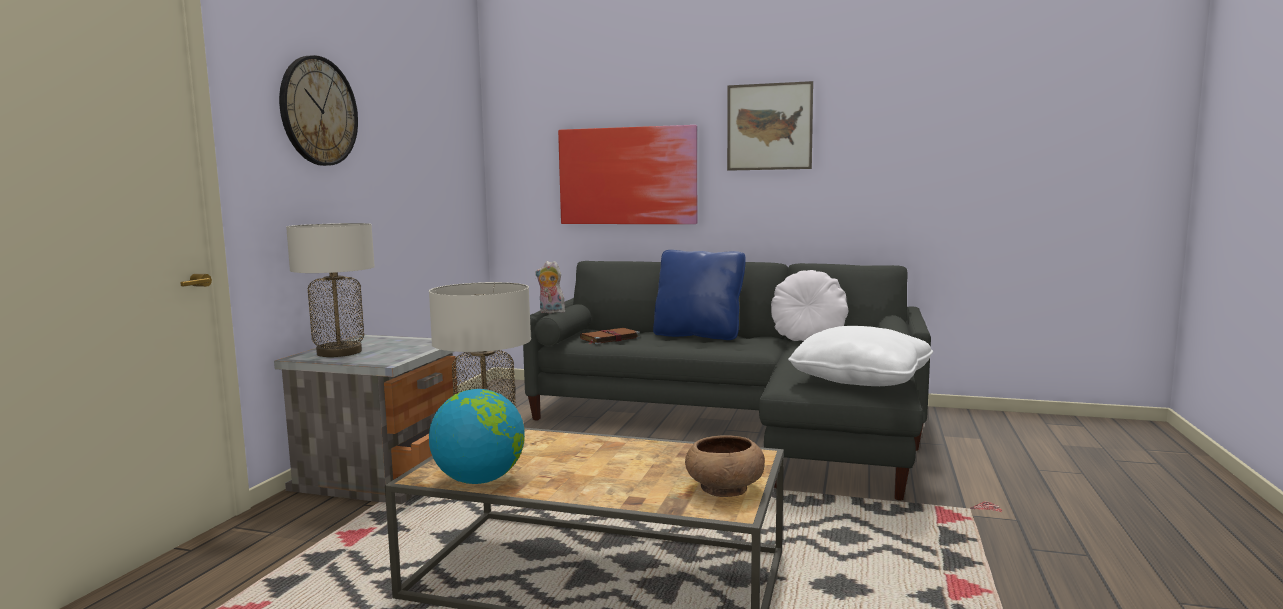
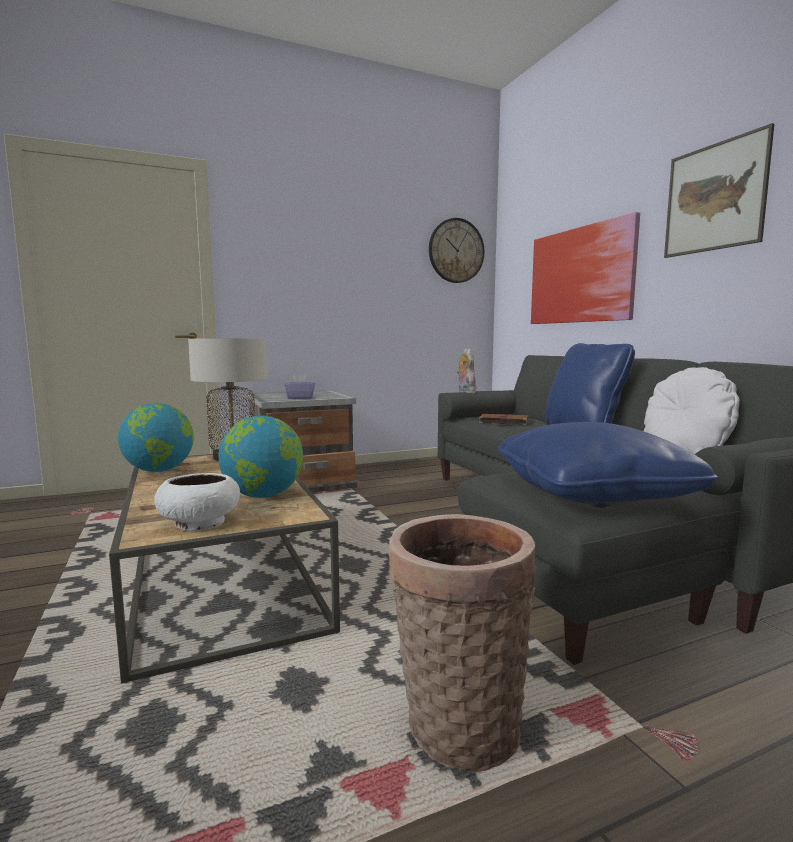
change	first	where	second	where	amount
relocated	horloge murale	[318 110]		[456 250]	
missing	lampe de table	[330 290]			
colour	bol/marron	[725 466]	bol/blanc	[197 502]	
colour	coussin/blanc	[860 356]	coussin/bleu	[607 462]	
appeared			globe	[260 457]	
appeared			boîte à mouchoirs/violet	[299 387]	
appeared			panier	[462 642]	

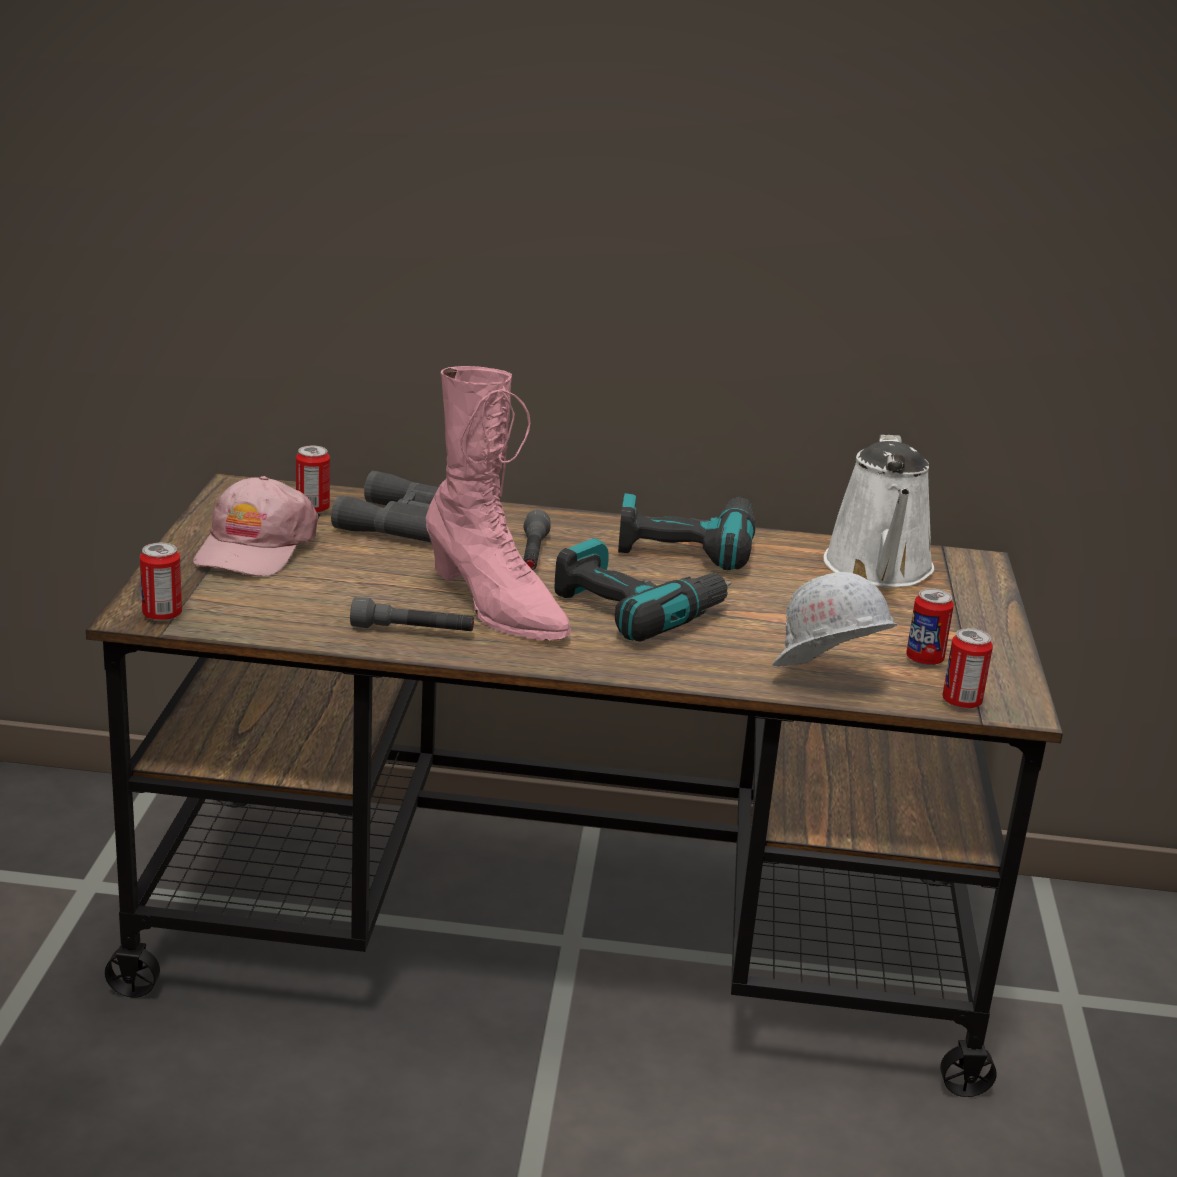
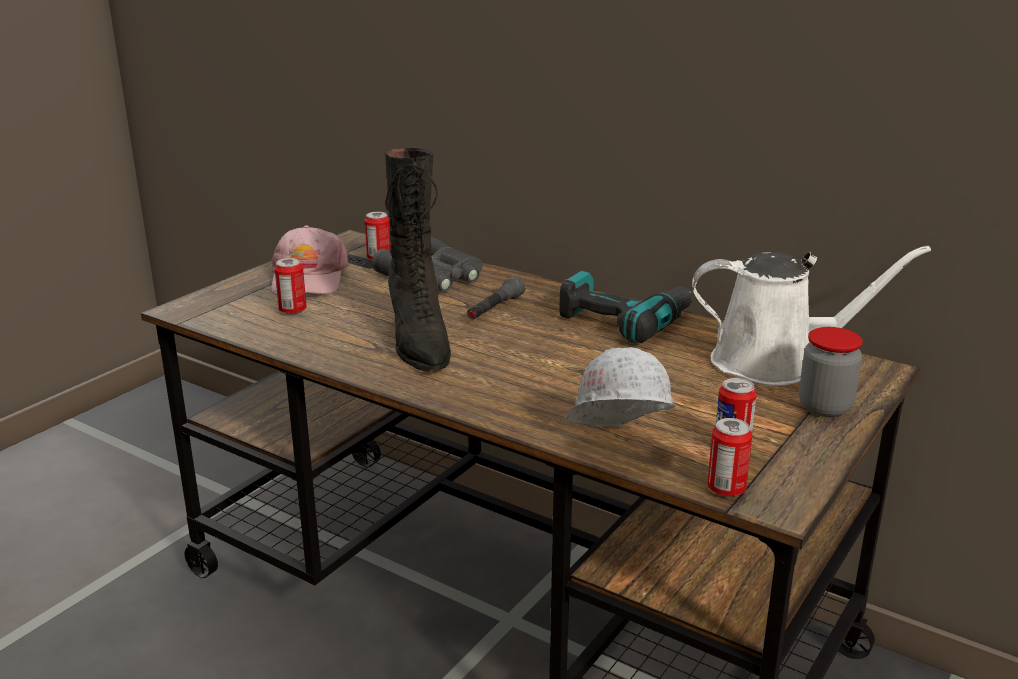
change	first	where	second	where	amount
relocated	boîte métallique	[161 582]		[291 286]	
spun	casquette/rose	[255 526]		[310 259]	45 degrees counterclockwise
missing	lampe de poche/gris	[412 614]			
colour	botte/rose	[498 503]	botte/noir	[418 260]	
missing	perceuse	[642 590]			
spun	arrosoir/blanc	[878 511]		[811 316]	120 degrees counterclockwise
appeared			bocal	[831 372]	

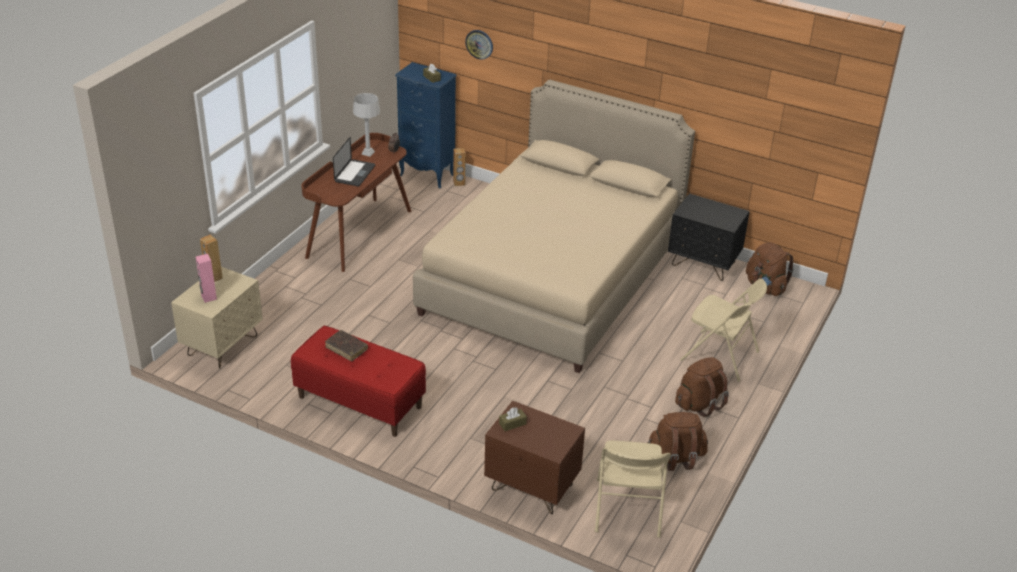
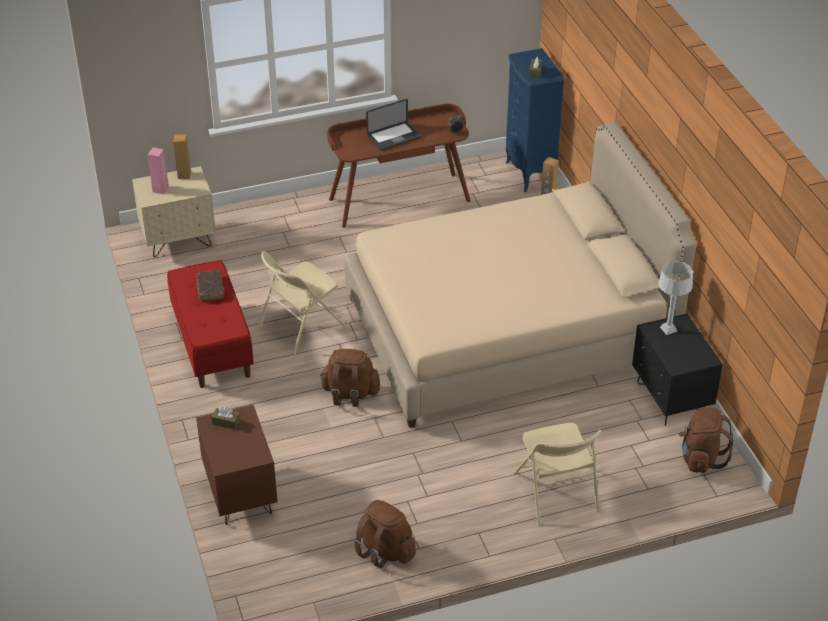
change	first	where	second	where	amount
relocated	lampe de table/gris	[366 125]		[675 298]	
missing	horloge murale	[479 45]			
relocated	chaise/beige	[633 489]		[302 303]	
relocated	sac à dos/marron	[702 387]		[350 378]	

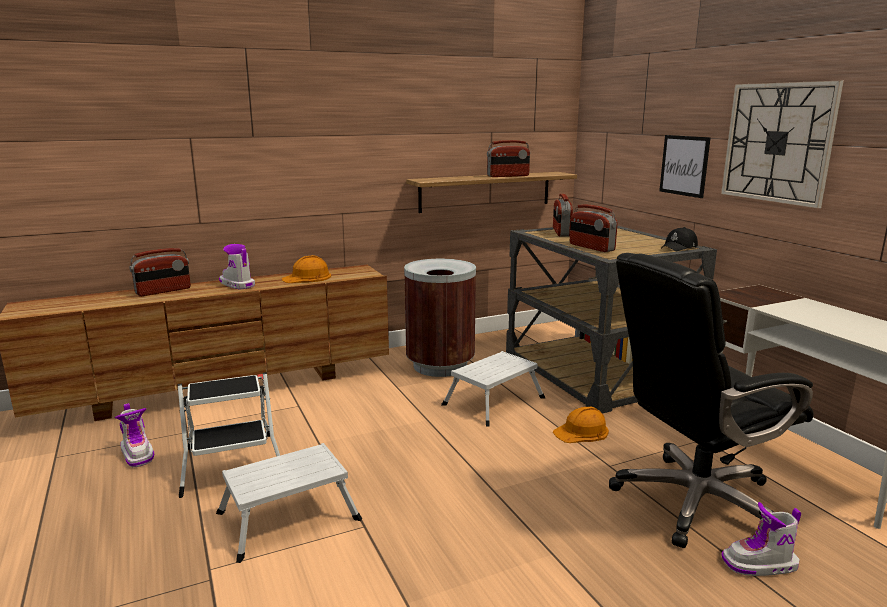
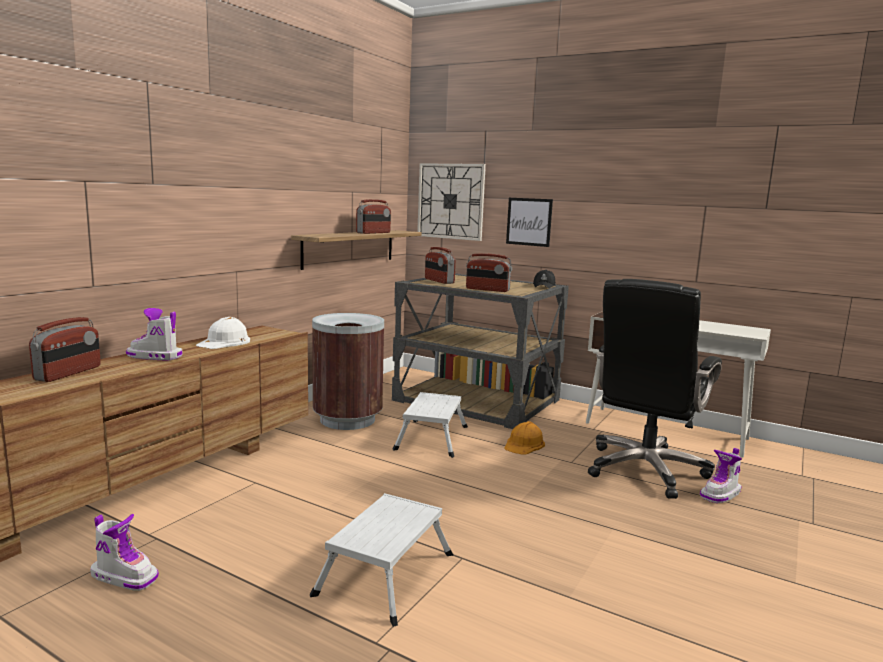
change	first	where	second	where	amount
missing	escabeau	[229 435]			
colour	casque de chantier/orange	[306 269]	casque de chantier/blanc	[223 333]	
relocated	horloge murale	[782 144]		[451 202]	

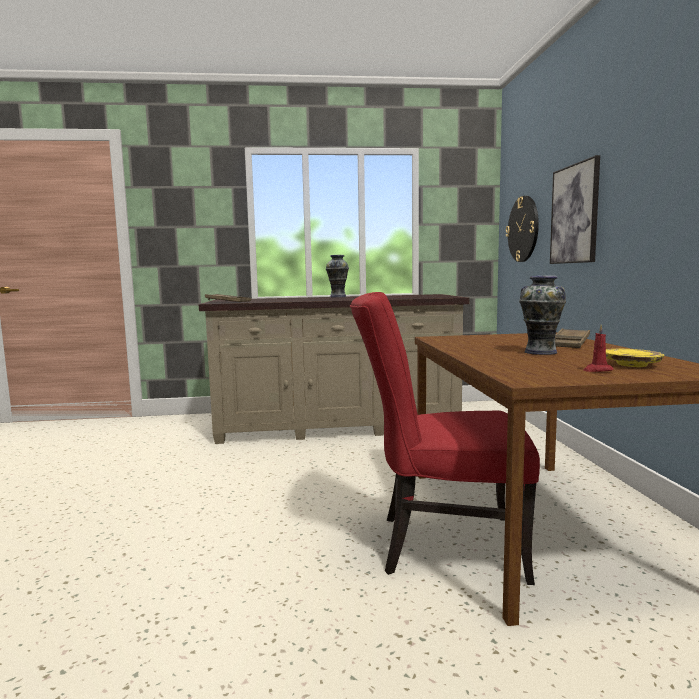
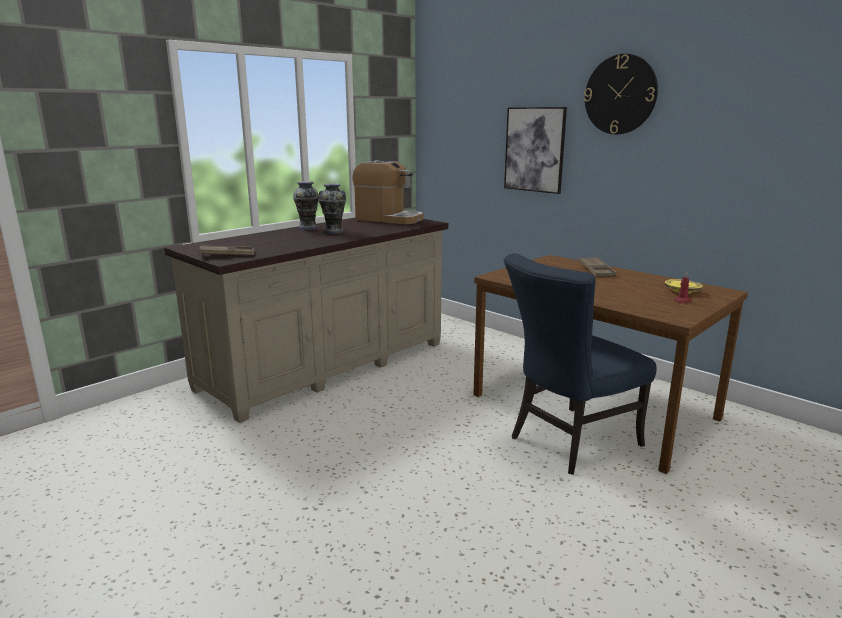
change	first	where	second	where	amount
colour	chaise/rouge	[445 438]	chaise/bleu	[580 364]	
relocated	horloge murale	[522 229]		[621 94]	
relocated	vase	[542 315]		[332 208]	
appeared			machine à café	[387 192]	

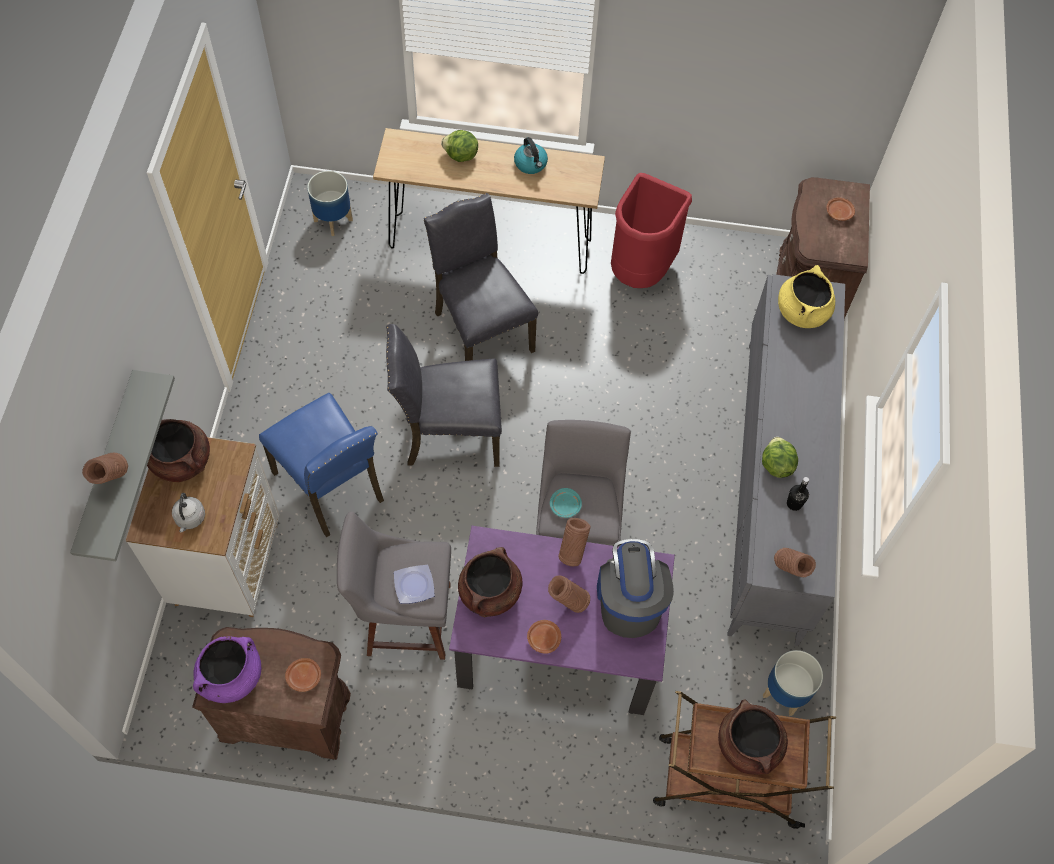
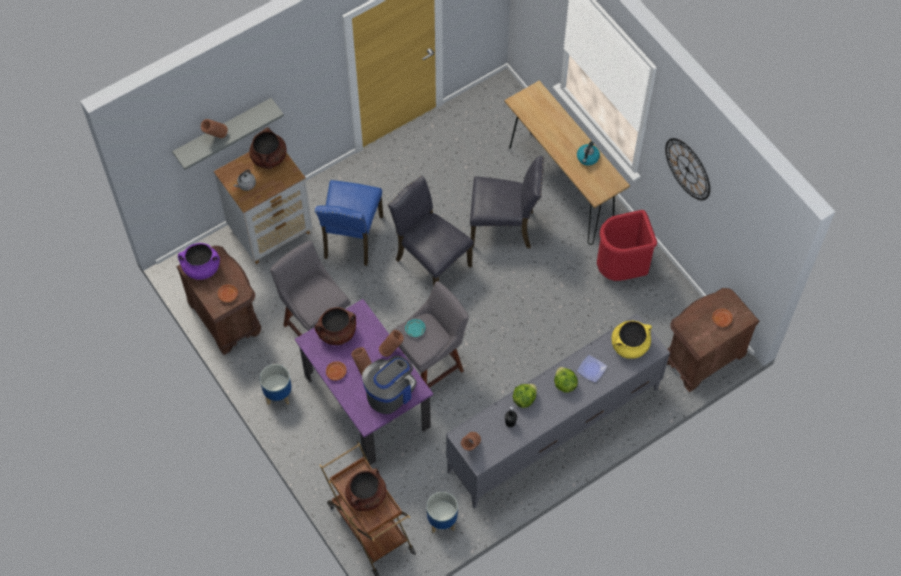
change	first	where	second	where	amount
relocated	cache-pot	[330 203]		[276 384]	
relocated	assiette	[414 584]		[592 368]	
spun	chaise/gris	[481 277]		[507 202]	75 degrees clockwise
relocated	laitue	[459 146]		[566 380]	
appeared			horloge murale	[687 169]	

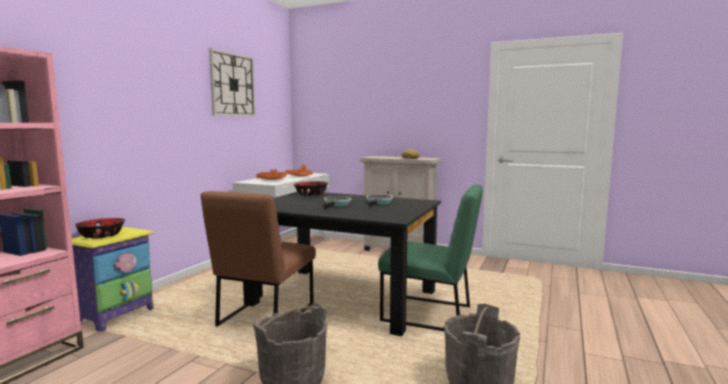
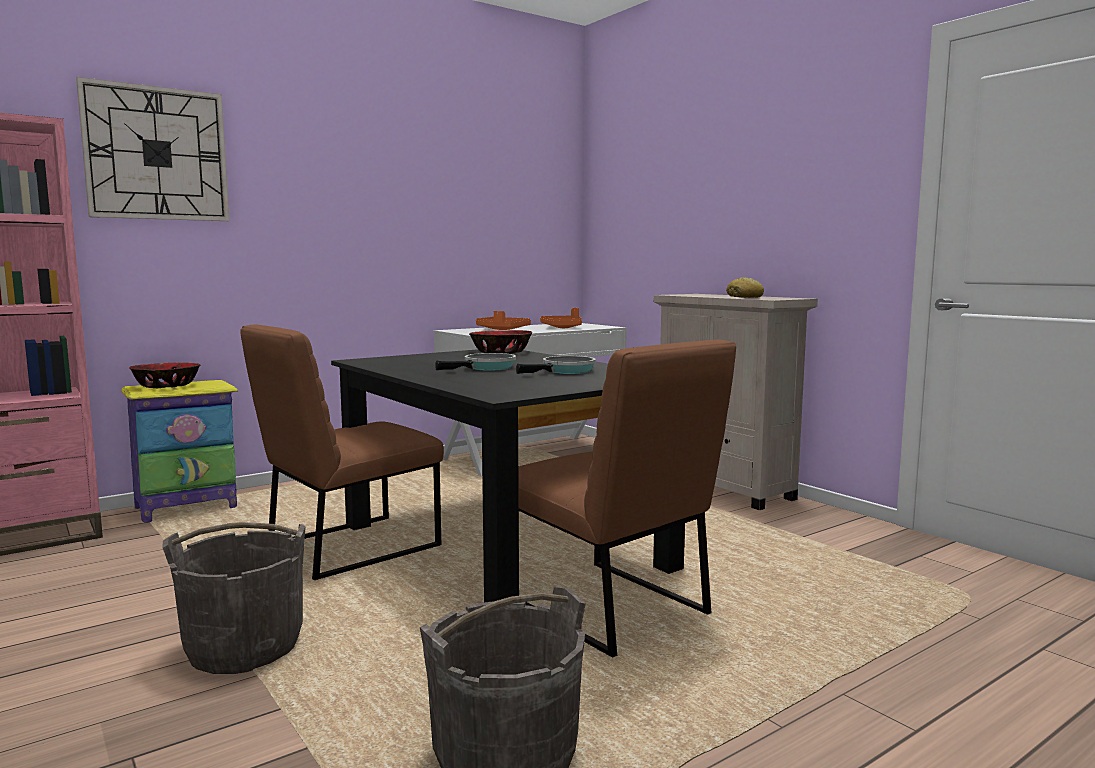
change	first	where	second	where	amount
relocated	horloge murale	[232 82]		[153 149]	
colour	chaise/vert	[430 257]	chaise/marron	[627 499]	

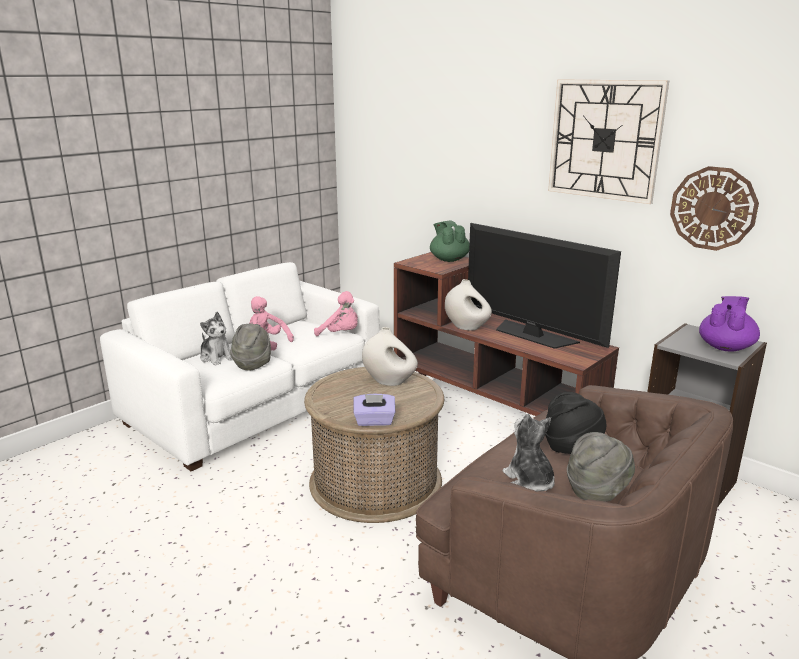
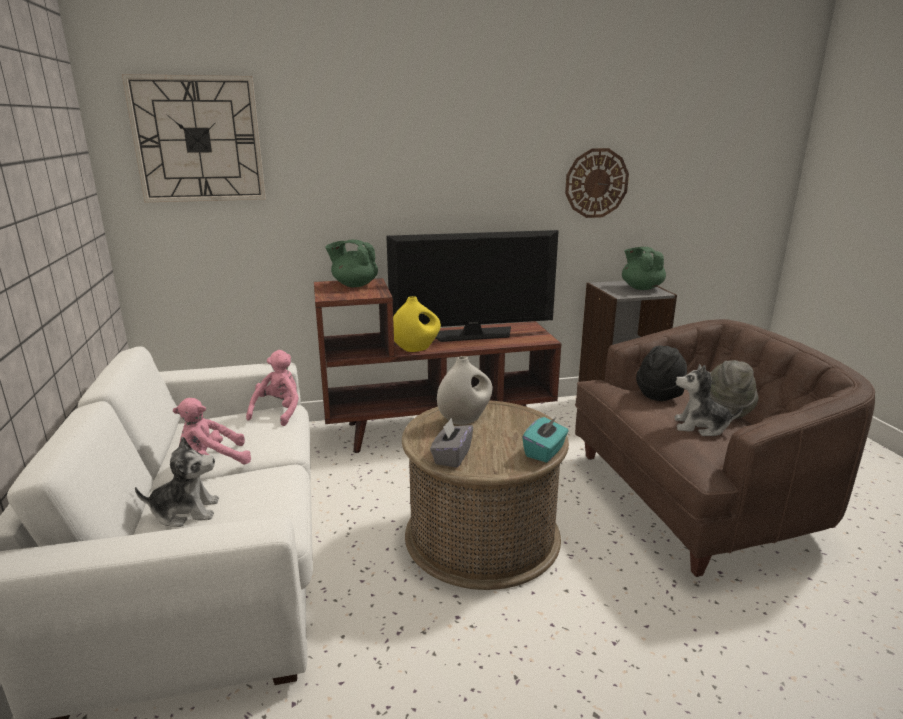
change	first	where	second	where	amount
missing	chapeau/gris	[250 346]			
spun	peluche/rose	[336 313]		[272 388]	45 degrees counterclockwise
colour	boîte à mouchoirs/violet	[374 410]	boîte à mouchoirs/turquoise	[545 440]	
colour	vase/blanc	[468 305]	vase/jaune	[417 324]	
relocated	horloge murale	[608 141]		[194 138]	
colour	théière/violet	[729 323]	théière/vert	[644 268]	
appeared			boîte à mouchoirs/gris	[451 443]	

